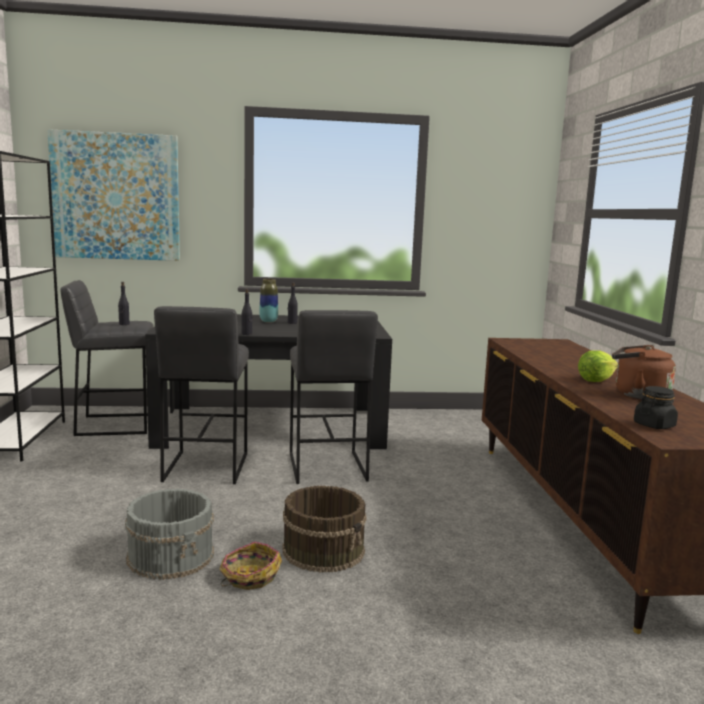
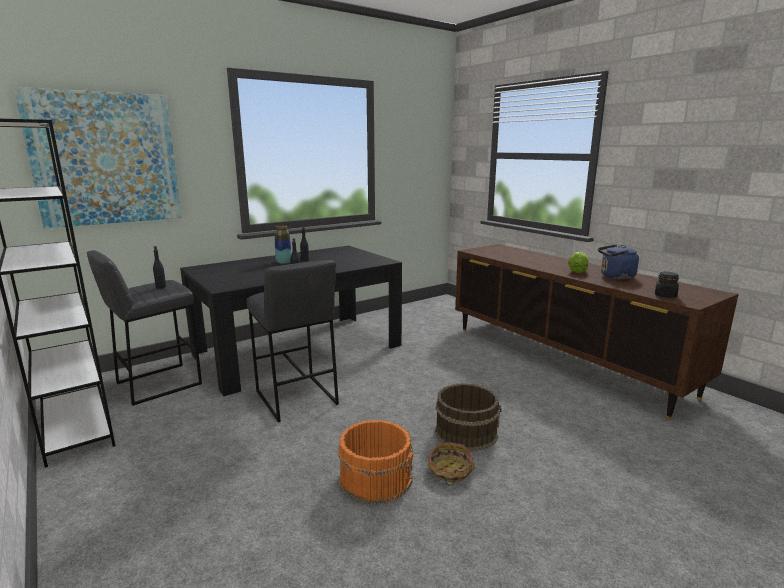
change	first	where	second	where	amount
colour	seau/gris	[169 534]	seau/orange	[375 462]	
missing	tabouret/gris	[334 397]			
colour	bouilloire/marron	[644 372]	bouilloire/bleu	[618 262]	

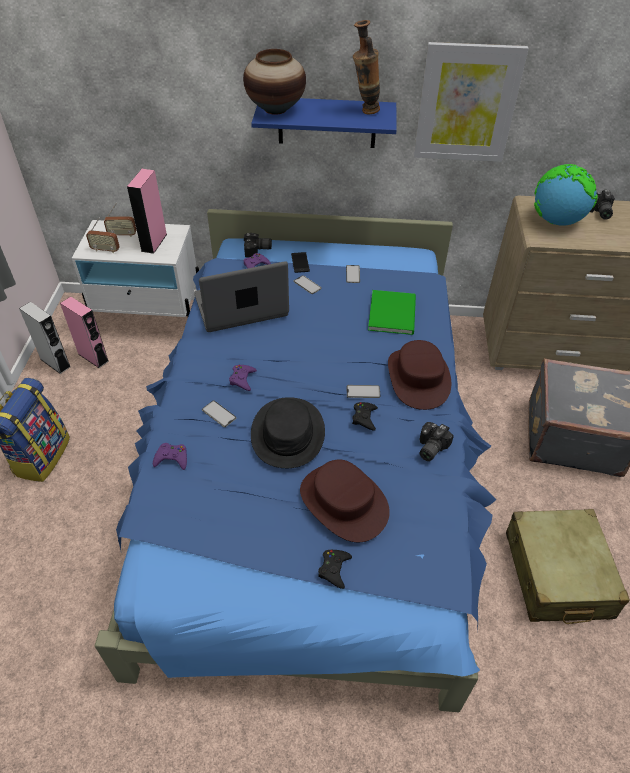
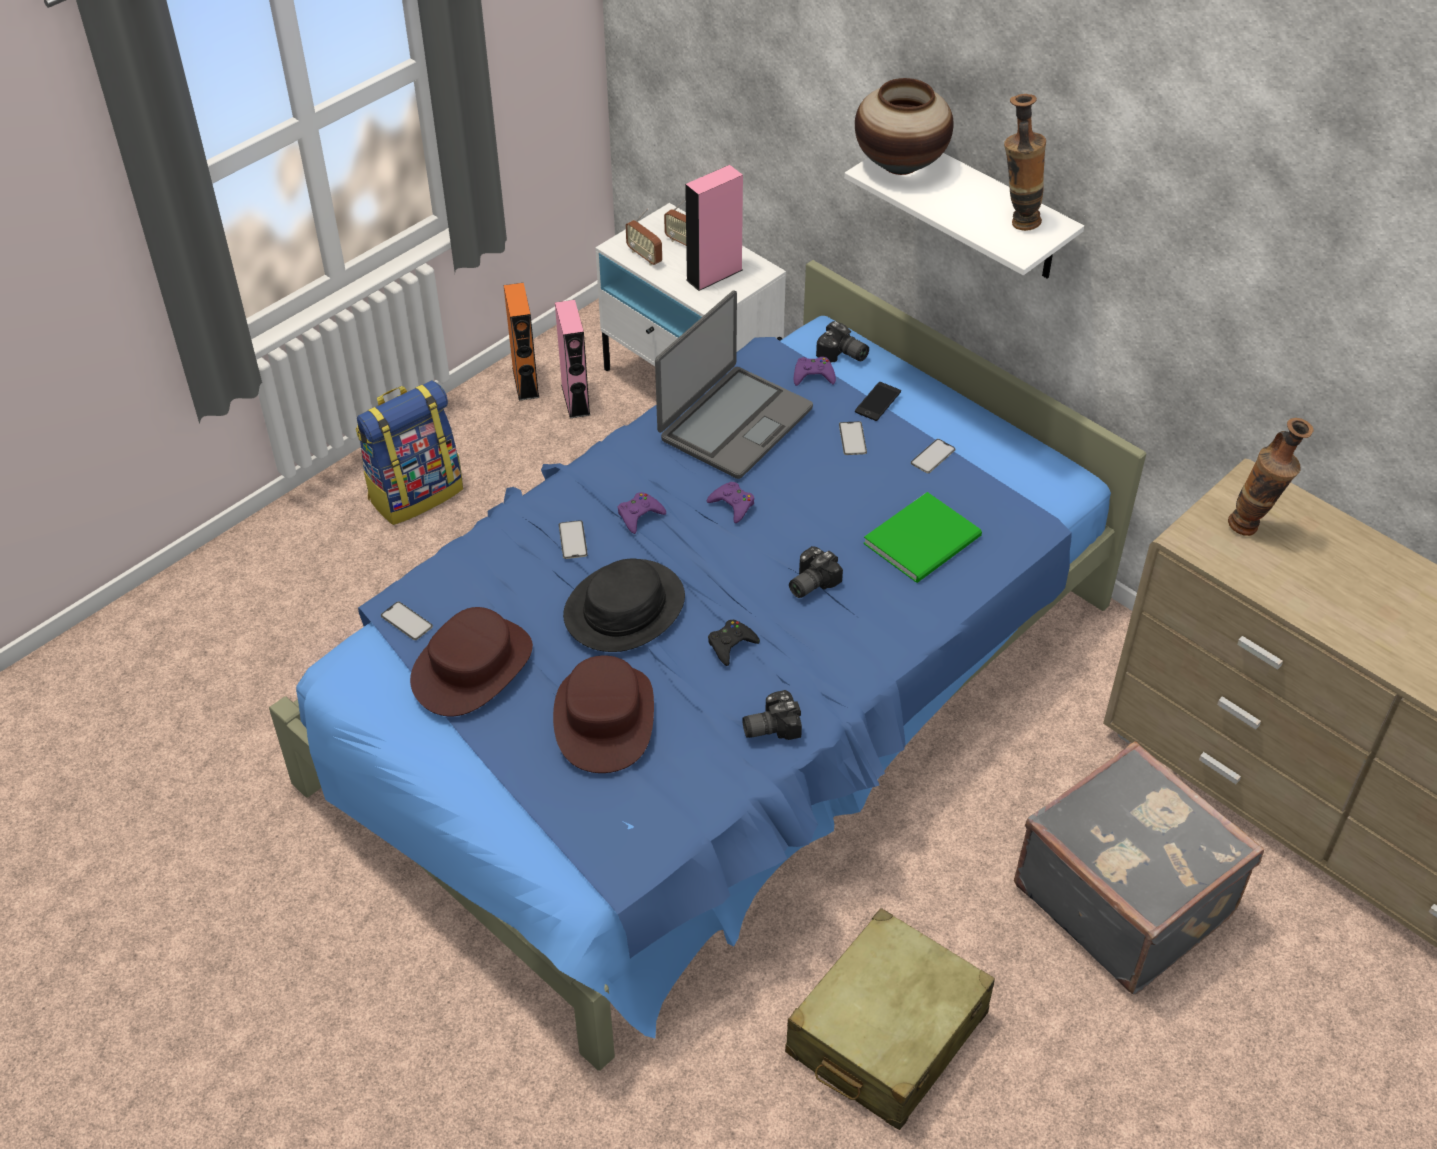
change	first	where	second	where	amount
colour	enceinte/gris	[45 338]	enceinte/orange	[521 342]	
relocated	manette/violet	[170 456]		[730 502]	
spun	ordinateur portable	[241 296]		[734 384]	105 degrees clockwise
colour	étagère/bleu	[324 123]	étagère/blanc	[964 216]	
missing	manette/noir	[335 569]			
relocated	téléphone	[363 391]		[407 621]	
relocated	chapeau/marron	[419 375]		[471 661]	
missing	tableau	[471 102]			
exchanged	globe	[566 194]	vase	[1271 477]	
relocated	appareil photo	[602 205]		[816 572]	

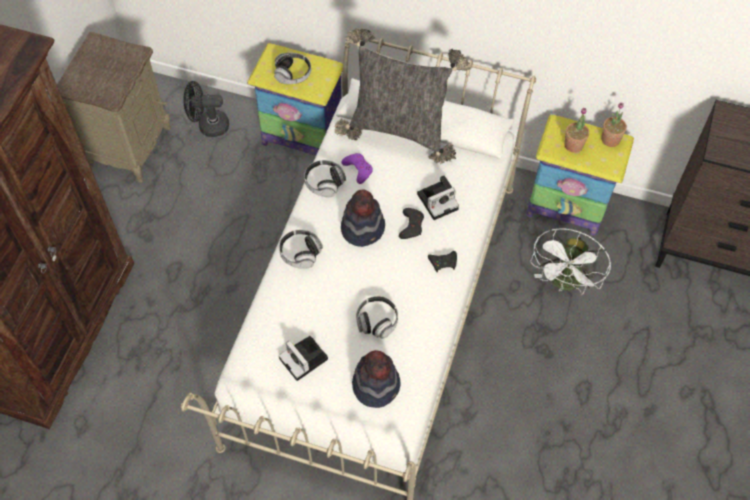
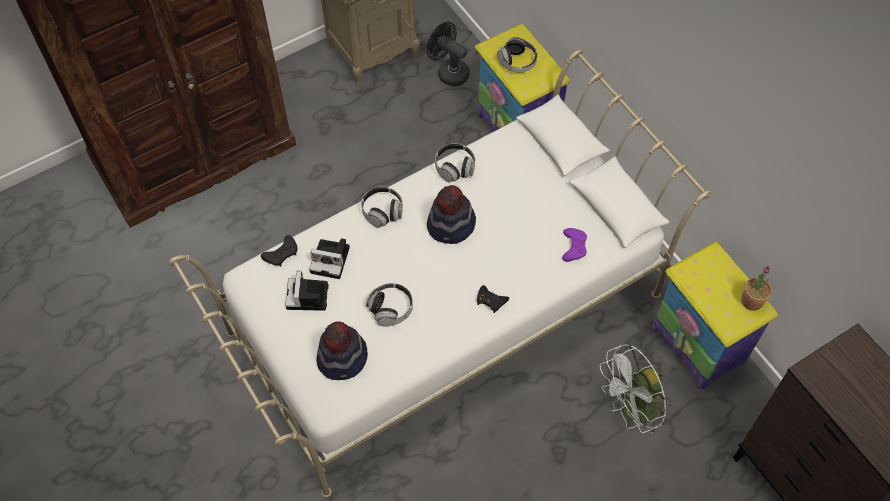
change	first	where	second	where	amount
missing	coussin	[402 96]			
relocated	manette/violet	[357 168]		[574 245]	
relocated	manette/noir	[411 223]		[279 251]	
relocated	appareil photo	[438 198]		[329 258]	
missing	plante en pot	[576 130]			

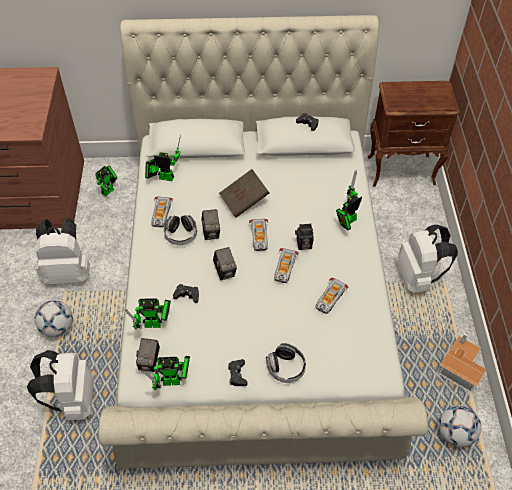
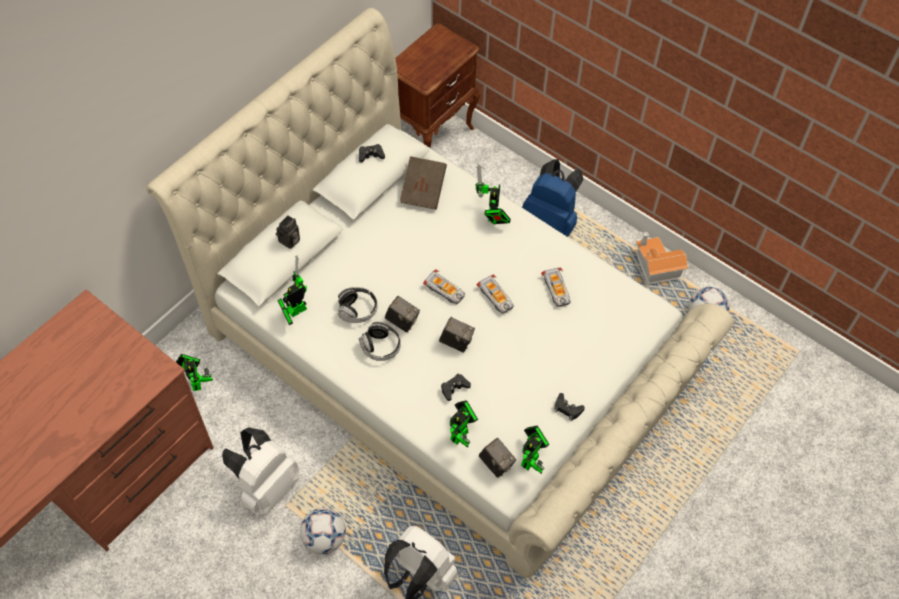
change	first	where	second	where	amount
missing	petite voiture	[162 212]			
relocated	livre/marron	[244 193]		[423 183]	
relocated	casque audio	[286 363]		[357 305]	
relocated	appareil photo	[304 236]		[288 232]	
colour	sac à dos/blanc	[427 259]	sac à dos/bleu	[552 198]	

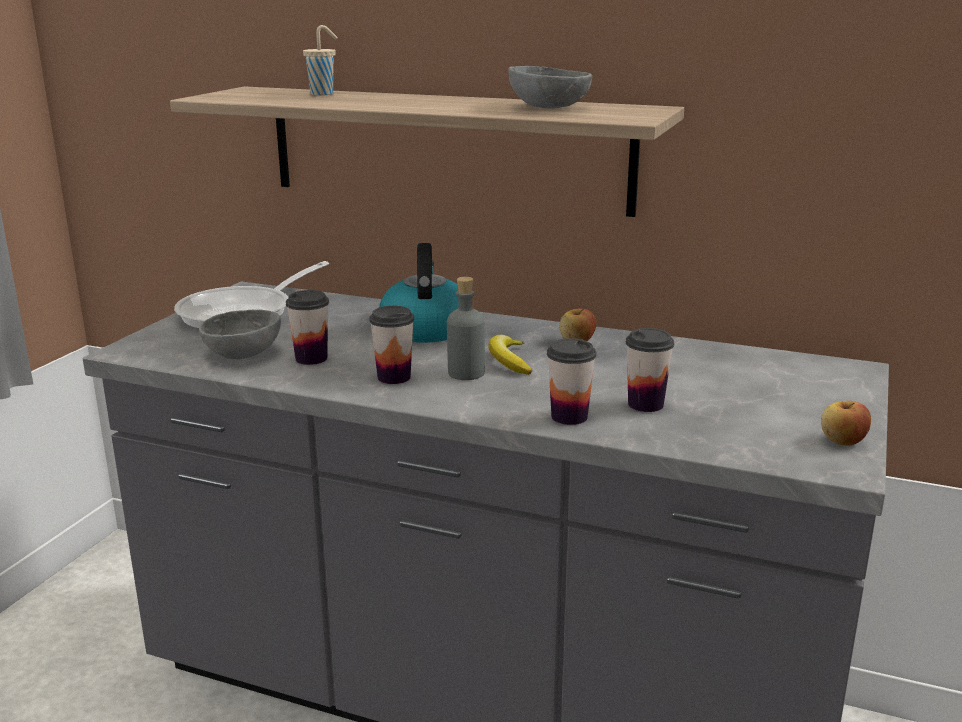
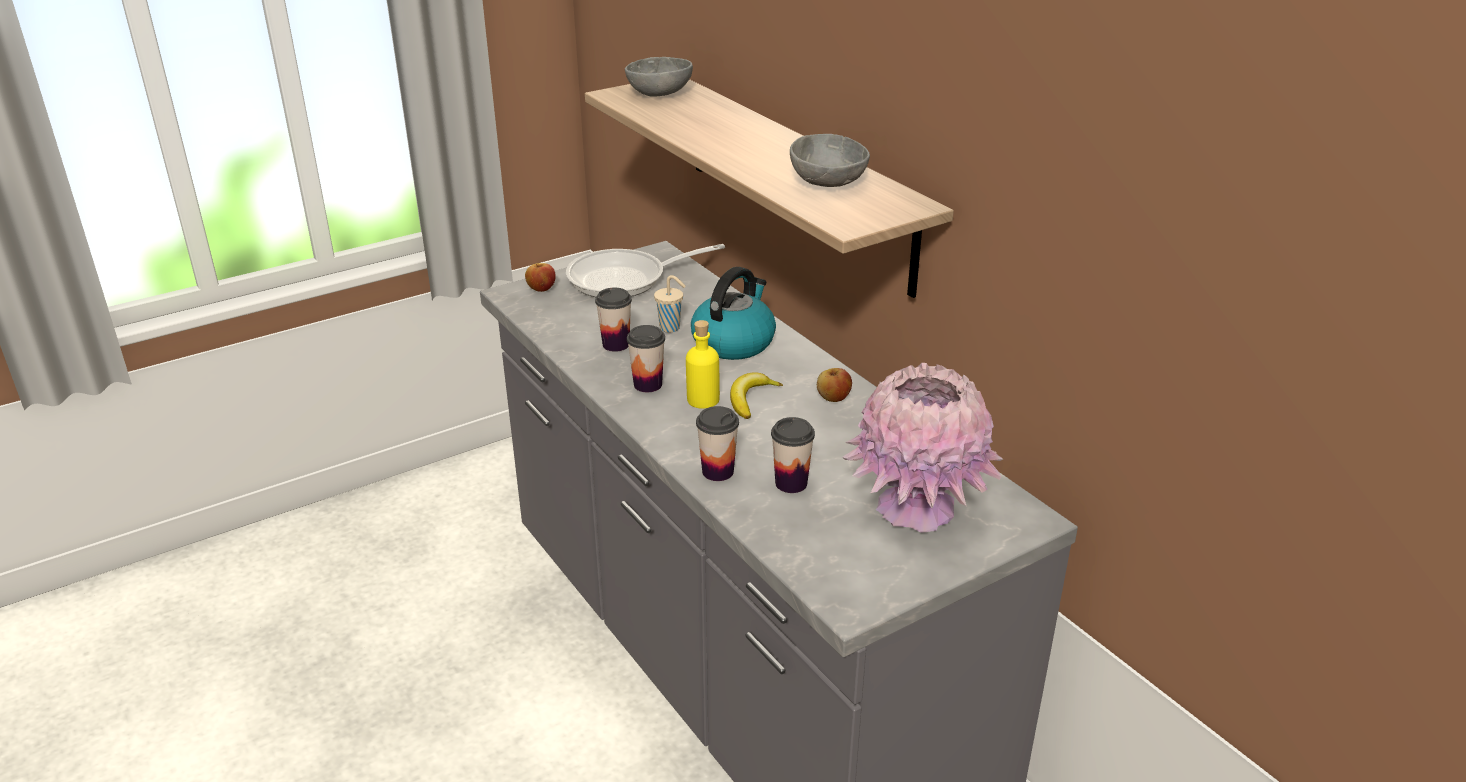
change	first	where	second	where	amount
relocated	bol/gris	[240 334]		[659 76]	
relocated	tasse/beige	[320 60]		[670 304]	
colour	bouteille/gris	[466 328]	bouteille/jaune	[703 364]	
relocated	pomme	[846 423]		[540 277]	
appeared			vase/rose	[922 448]	

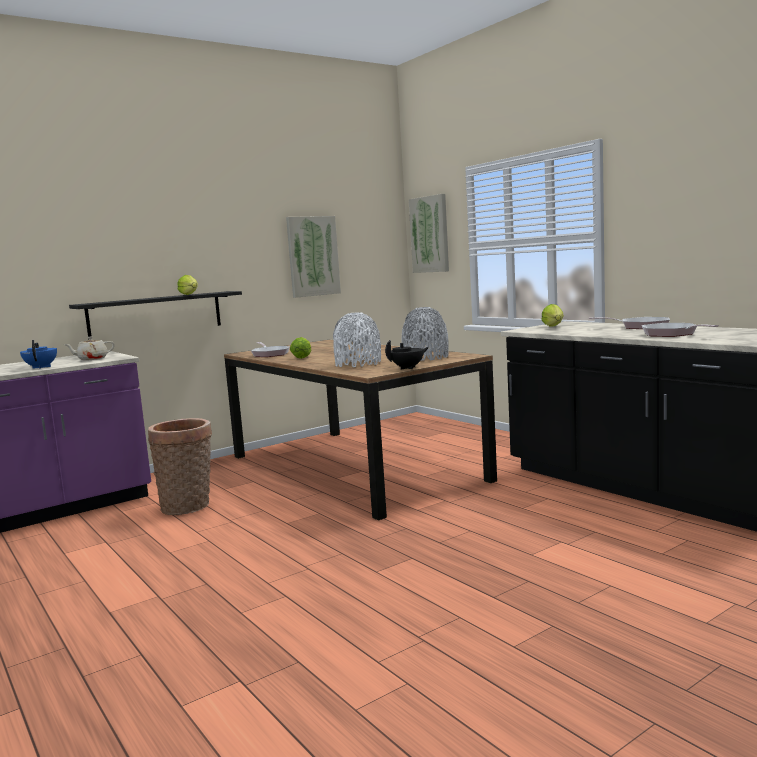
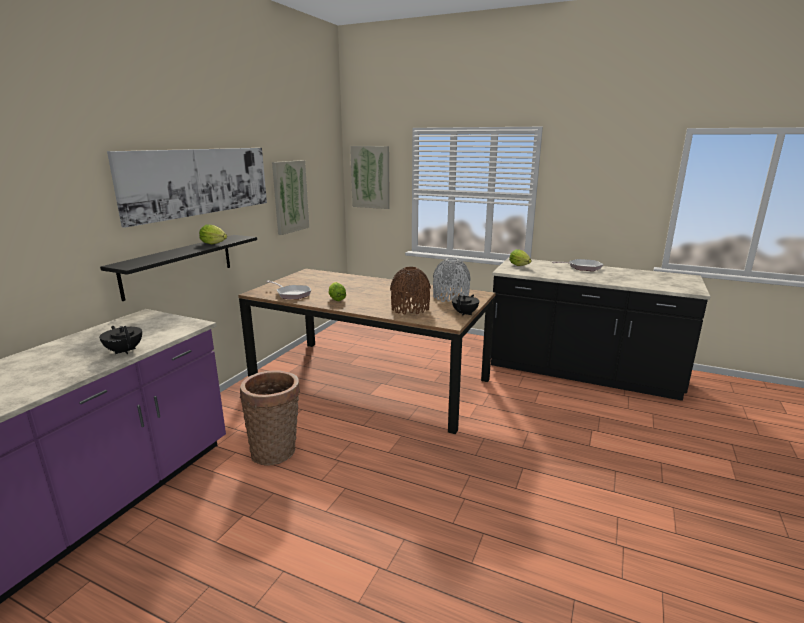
change	first	where	second	where	amount
colour	théière/bleu	[38 354]	théière/noir	[120 340]	
missing	théière/beige	[89 348]			
colour	vase/blanc	[357 339]	vase/marron	[410 290]	
missing	poêle	[680 330]			
appeared			tableau	[187 188]	

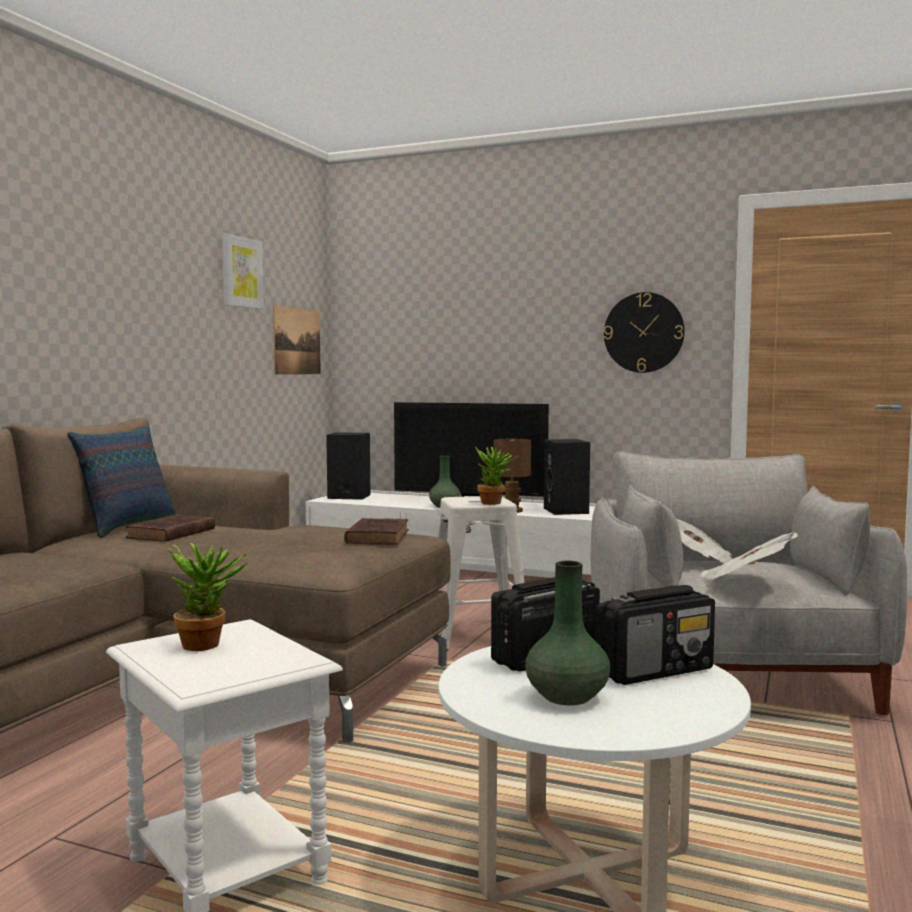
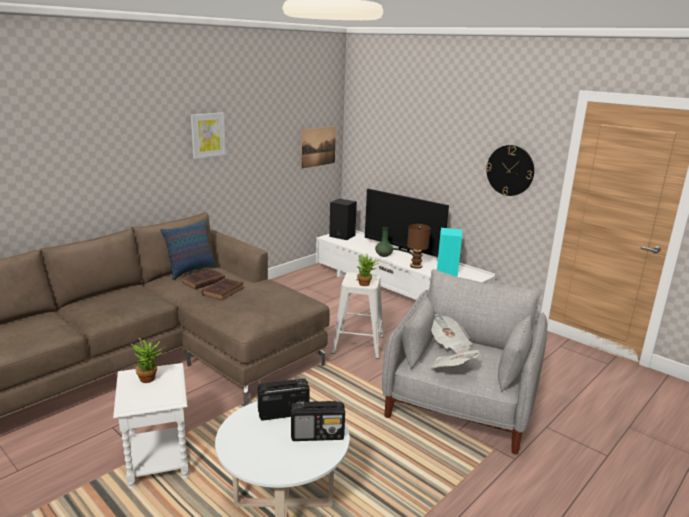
change	first	where	second	where	amount
relocated	tableau	[243 271]		[208 136]	
relocated	livre/marron	[376 531]		[223 289]	
missing	vase/vert	[567 633]			
colour	enceinte/noir	[567 477]	enceinte/turquoise	[449 252]	

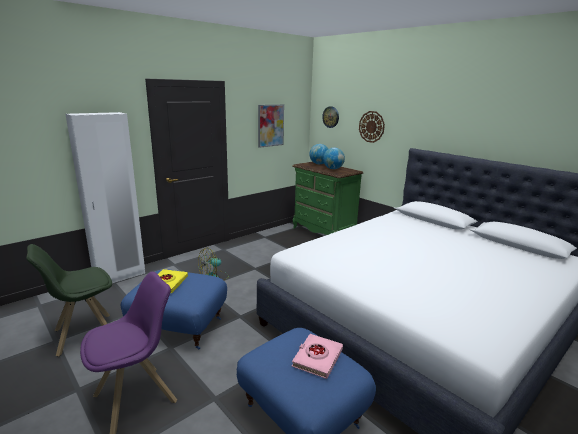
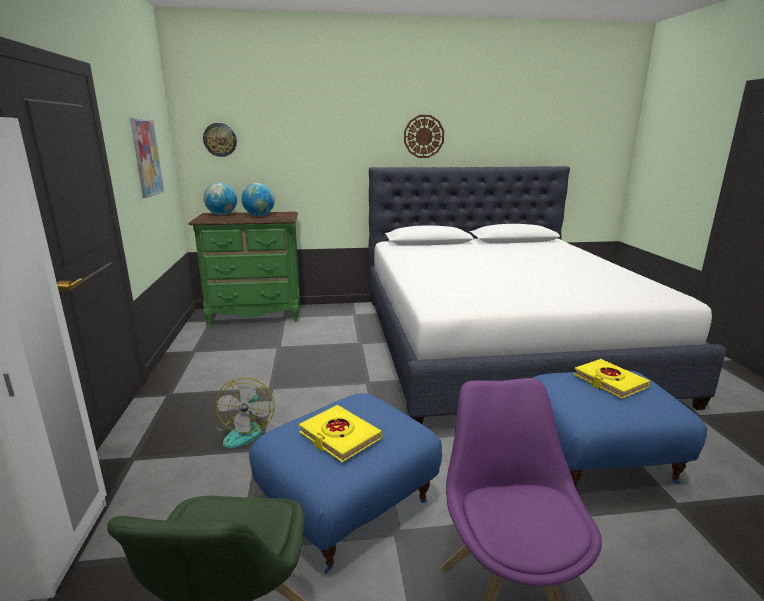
change	first	where	second	where	amount
colour	livre/rose	[317 356]	livre/jaune	[612 378]	
relocated	horloge murale	[372 127]		[424 136]	

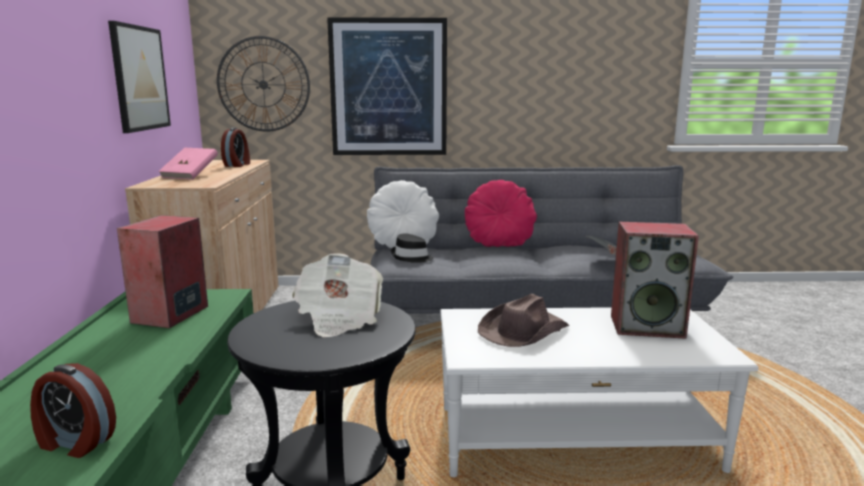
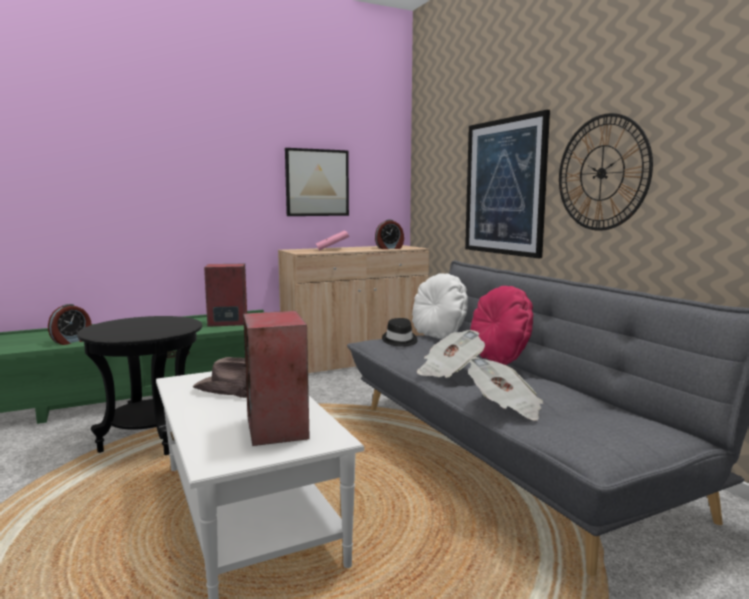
change	first	where	second	where	amount
spun	réveil	[73 410]		[70 324]	135 degrees counterclockwise
relocated	horloge murale	[263 84]		[606 172]	
relocated	journal	[337 295]		[451 354]	

